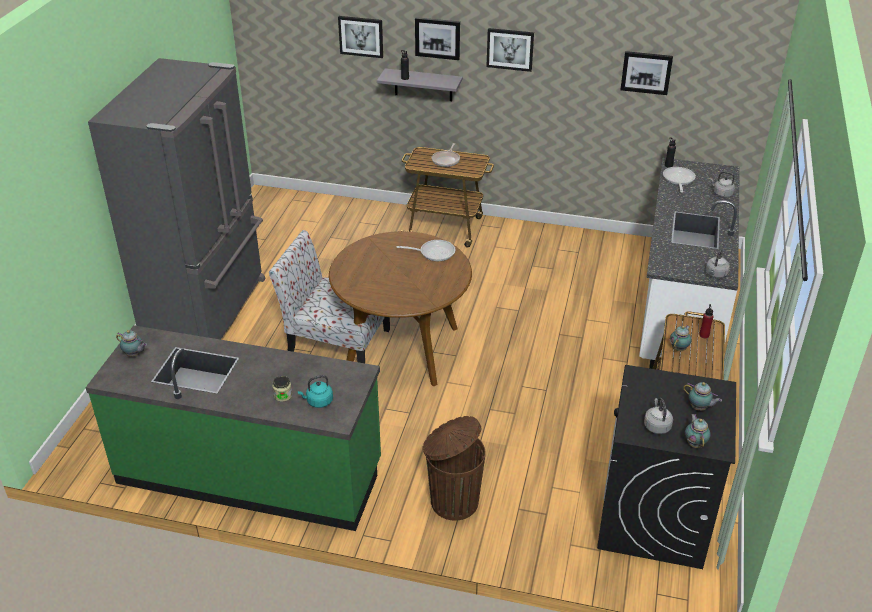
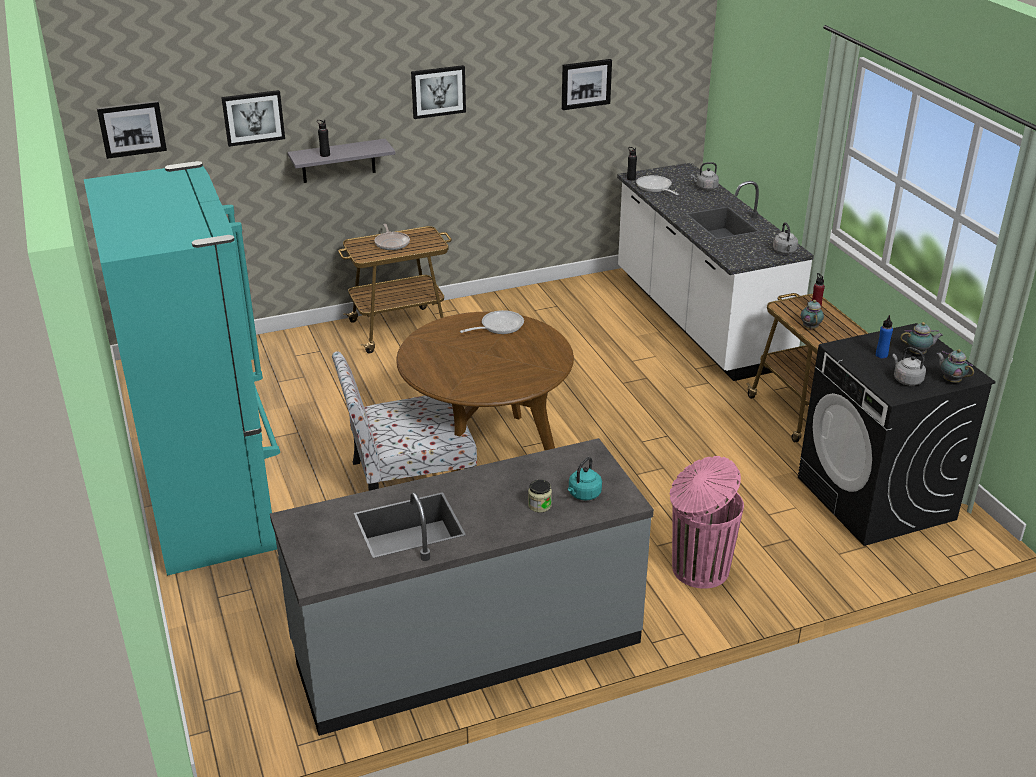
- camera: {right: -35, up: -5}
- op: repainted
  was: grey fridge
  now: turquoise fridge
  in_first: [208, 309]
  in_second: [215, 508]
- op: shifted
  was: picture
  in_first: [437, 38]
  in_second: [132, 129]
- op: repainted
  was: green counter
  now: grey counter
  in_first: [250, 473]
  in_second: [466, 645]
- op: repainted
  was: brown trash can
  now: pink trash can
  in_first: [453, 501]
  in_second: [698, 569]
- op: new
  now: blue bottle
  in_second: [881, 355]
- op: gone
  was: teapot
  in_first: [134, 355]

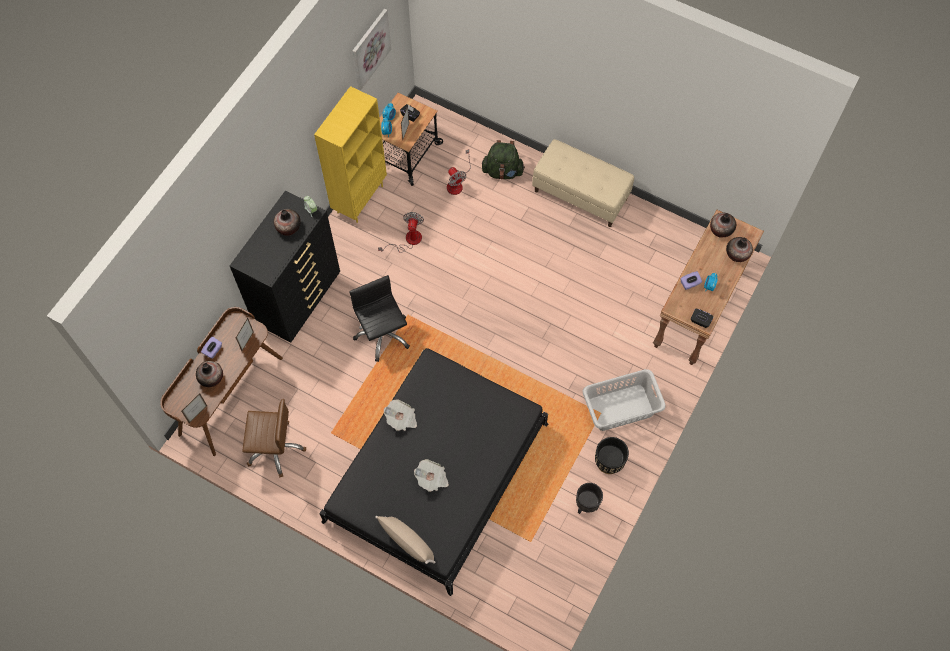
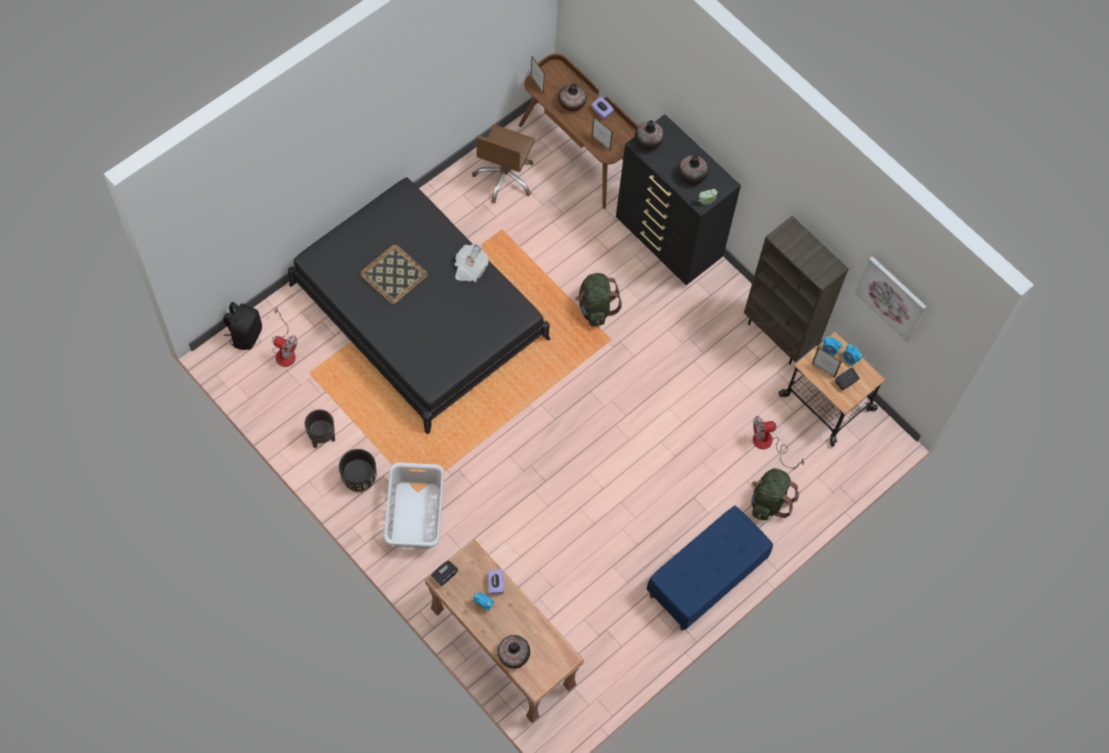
- camera: {right: 105, up: 0}
- op: new
  now: black backpack
  in_second: [245, 335]
- op: shifted
  was: fan
  in_first: [408, 240]
  in_second: [284, 350]
- op: swapped
  was: newspaper
  now: tray
  in_first: [432, 479]
  in_second: [394, 275]
- op: swapped
  was: black office chair
  now: green backpack
  in_first: [382, 335]
  in_second: [595, 308]
- op: shifted
  was: vase
  in_first: [721, 230]
  in_second: [648, 142]
- op: repainted
  was: beige bench
  now: blue bench
  in_first: [581, 195]
  in_second: [706, 579]
- op: repainted
  was: yellow bookcase
  now: brown bookcase
  in_first: [359, 198]
  in_second: [779, 335]
- op: gone
  was: beige pillow
  in_first: [407, 542]

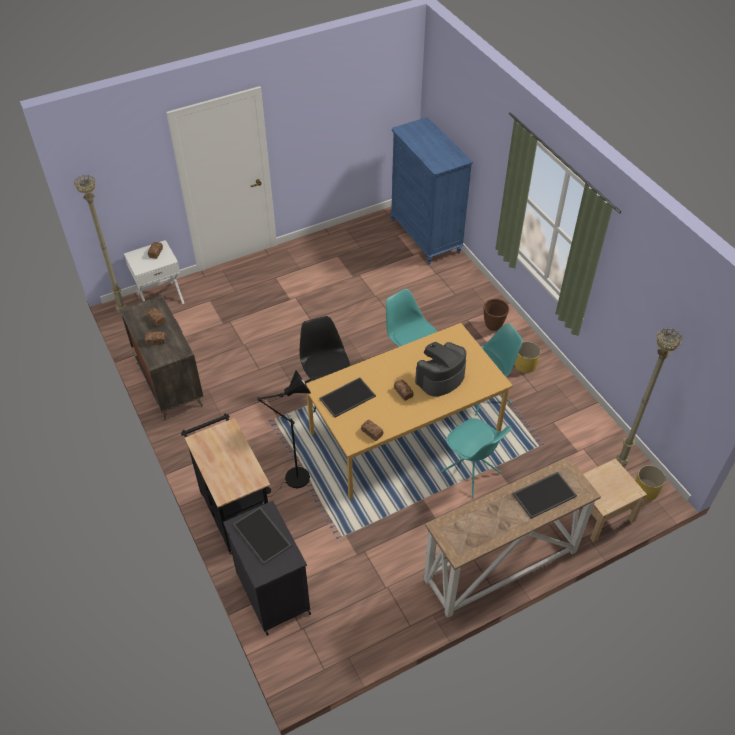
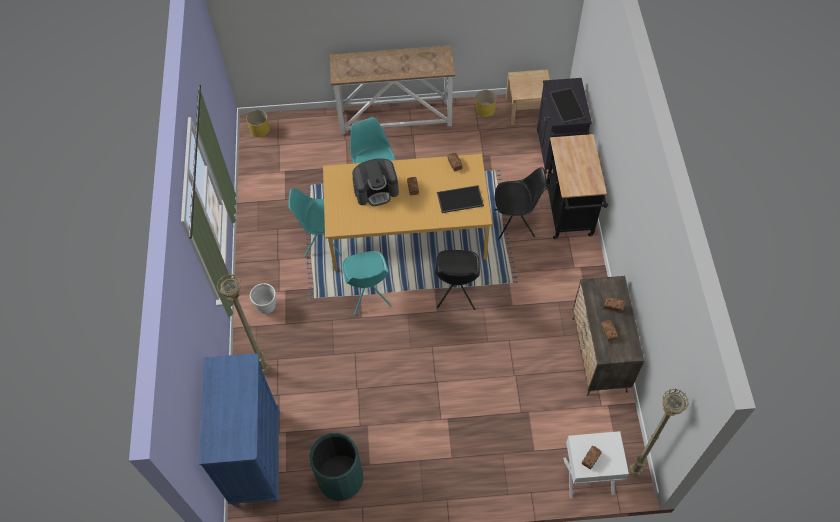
- camera: {right: -155, up: 10}
- op: shifted
  was: beige floor lamp
  in_first: [621, 462]
  in_second: [263, 370]
- op: repainted
  was: brown planter
  now: white planter
  in_first: [493, 326]
  in_second: [267, 307]
- op: new
  now: green trash can
  in_second: [341, 479]
- op: shifted
  was: yellow planter
  in_first: [525, 364]
  in_second: [485, 109]
- op: swapped
  was: black floor lamp
  now: black chair
  in_first: [293, 480]
  in_second: [515, 223]
- op: shifted
  was: beige nightstand
  in_first: [599, 513]
  in_second: [527, 109]
- op: gone
  was: tray
  in_first: [544, 494]

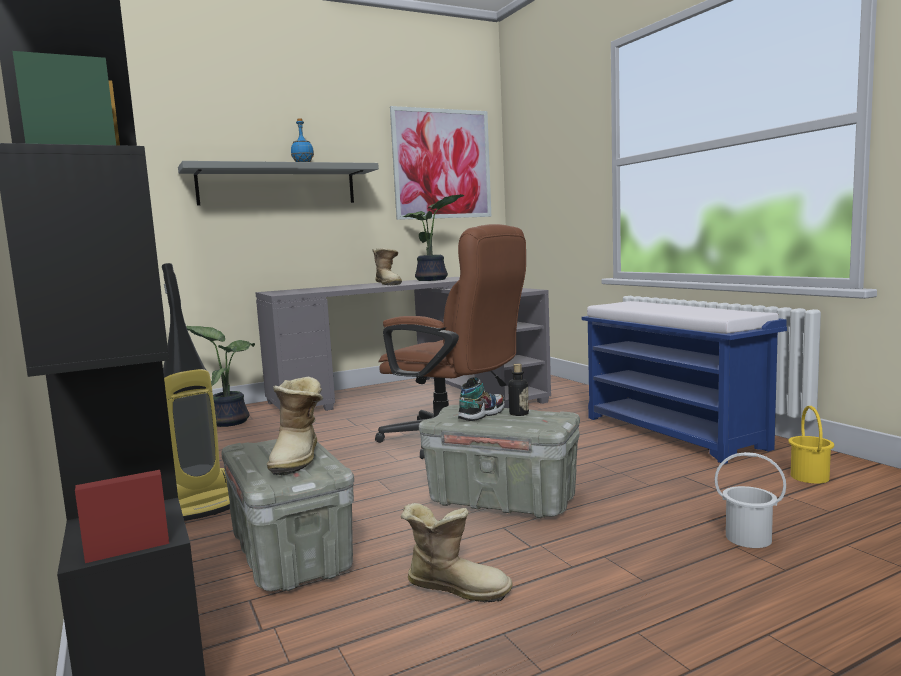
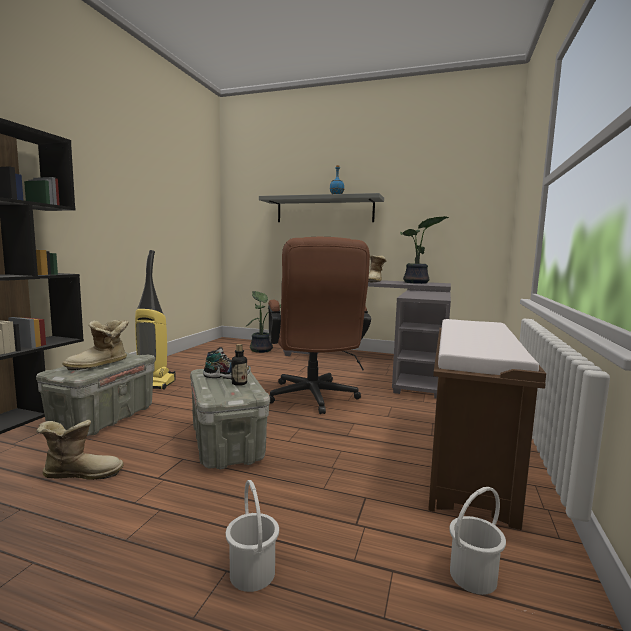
- camera: {right: 45, up: 0}
- op: rotated
  was: boot
  in_first: [456, 587]
  in_second: [82, 473]
  clockwise: -75
- op: repainted
  was: blue bench
  now: brown bench
  in_first: [674, 432]
  in_second: [469, 463]
- op: repainted
  was: yellow bucket
  now: white bucket
  in_first: [810, 477]
  in_second: [474, 576]
- op: gone
  was: picture
  in_first: [442, 164]

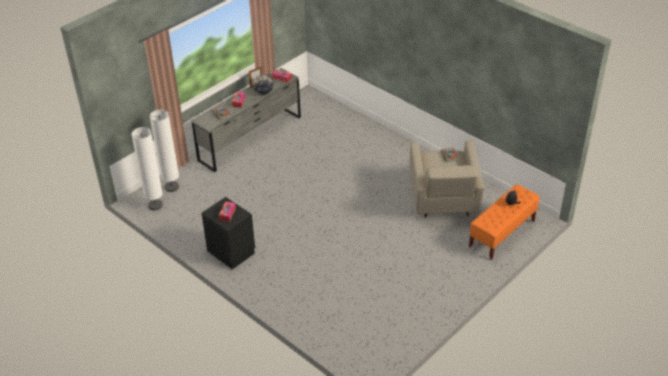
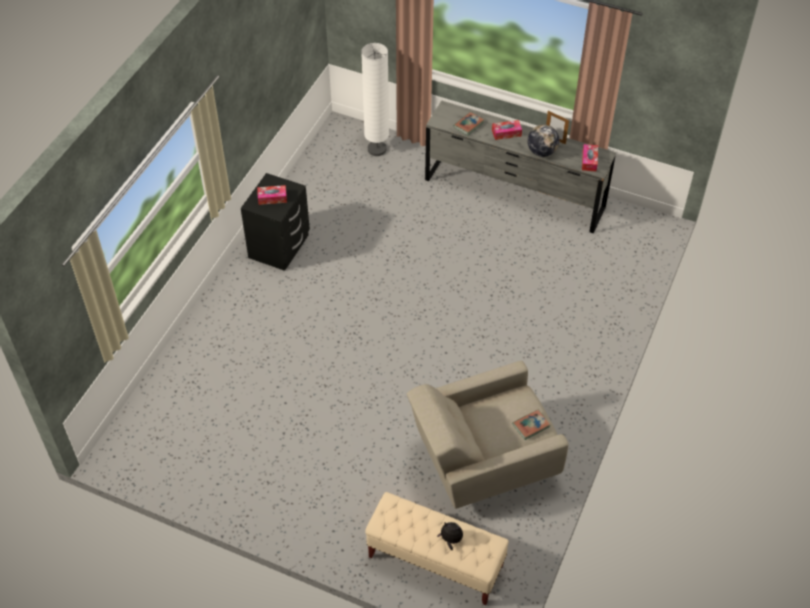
- camera: {right: 70, up: 10}
- op: repainted
  was: orange bench
  now: beige bench
  in_first: [502, 234]
  in_second: [435, 561]
- op: gone
  was: white floor lamp
  in_first: [155, 205]

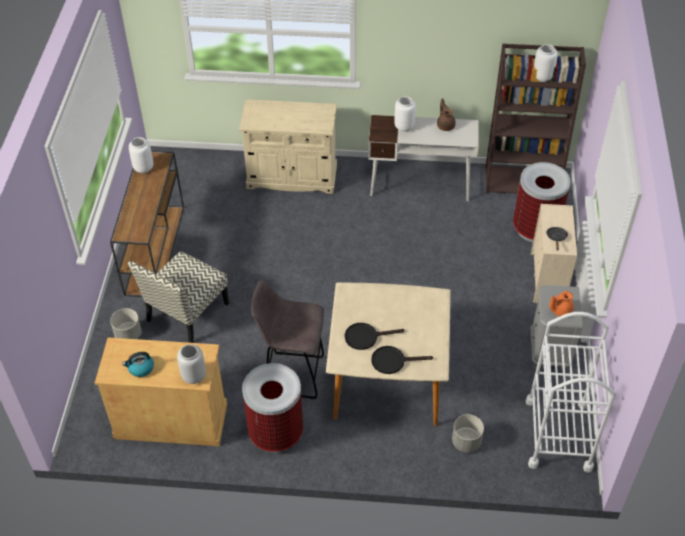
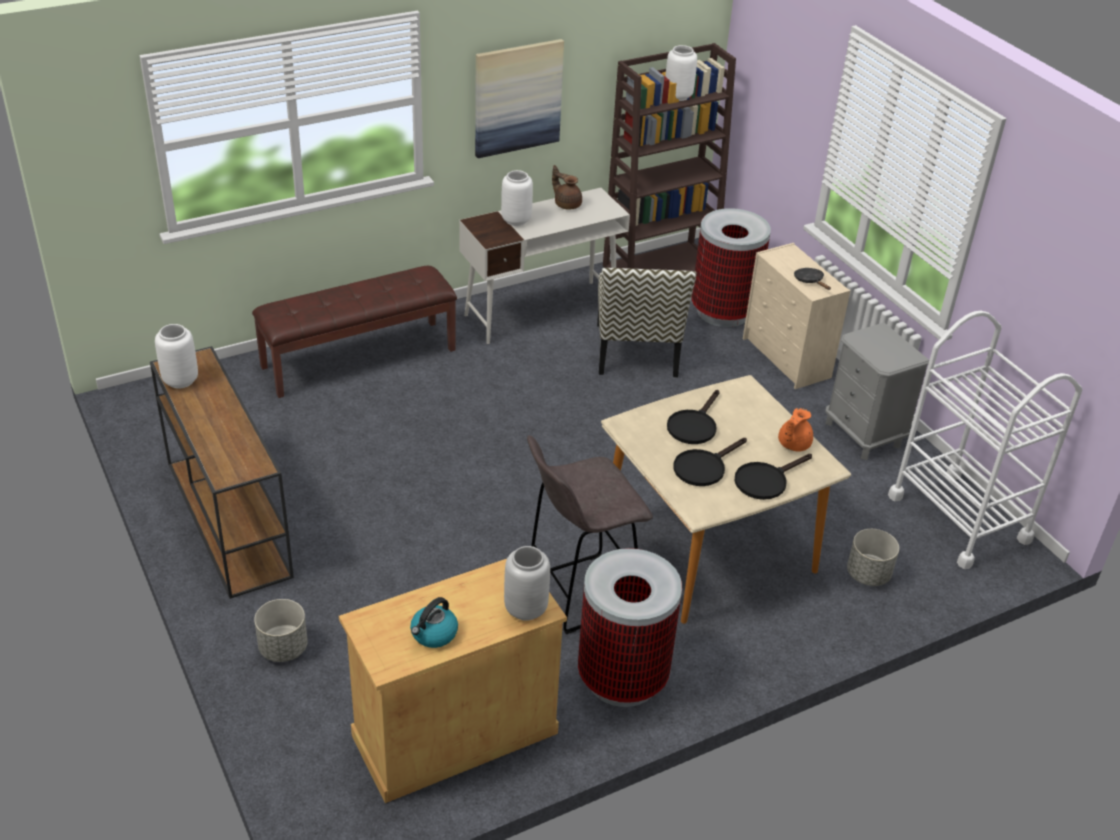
- camera: {right: -35, up: -10}
- op: swapped
  was: beige cabinet
  now: brown bench
  in_first: [292, 177]
  in_second: [359, 357]
- op: new
  now: picture
  in_second: [517, 98]
- op: shifted
  was: chair
  in_first: [187, 313]
  in_second: [637, 351]
- op: new
  now: black frying pan
  in_second: [694, 425]
- op: shifted
  was: orange teapot
  in_first: [560, 310]
  in_second: [792, 444]

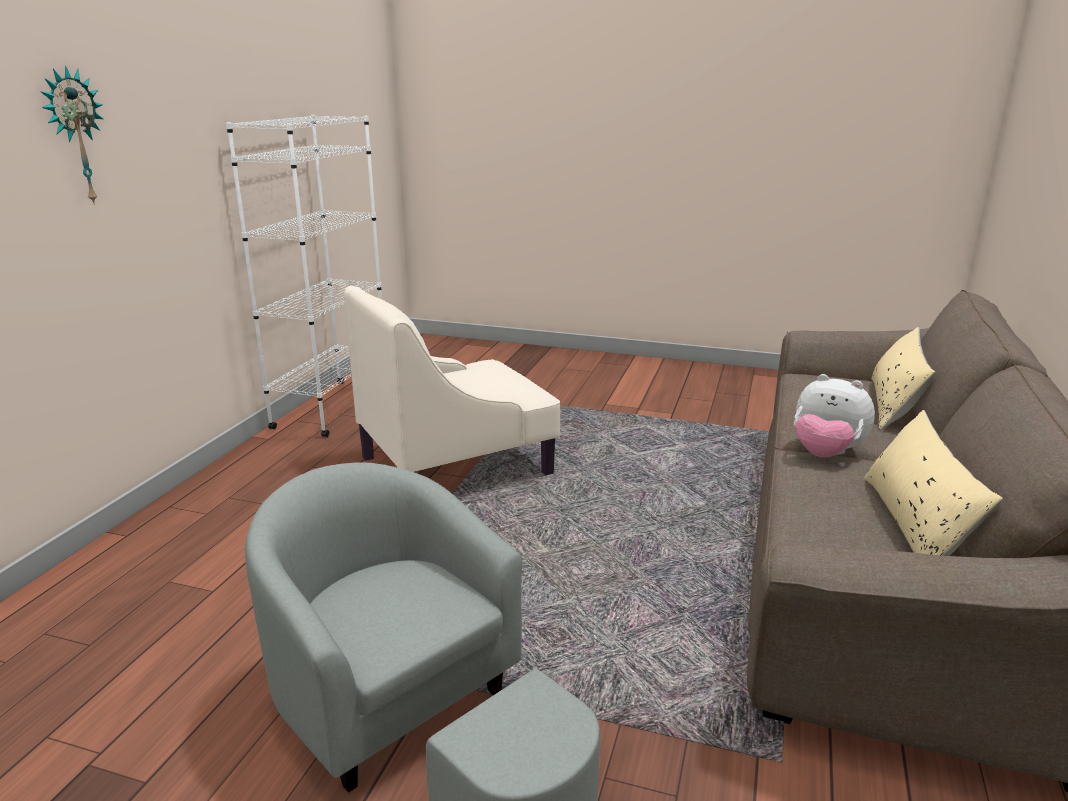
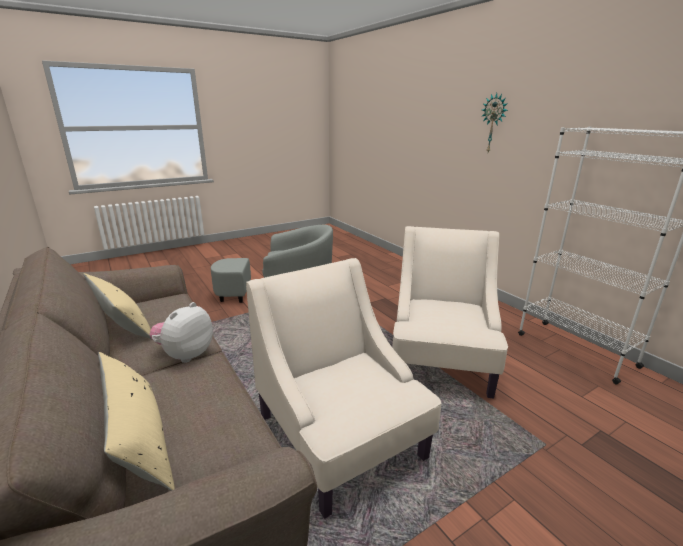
- camera: {right: 130, up: 0}
- op: rotated
  was: plush toy
  in_first: [825, 454]
  in_second: [185, 354]
  clockwise: -45
- op: new
  now: beige armchair
  in_second: [340, 437]

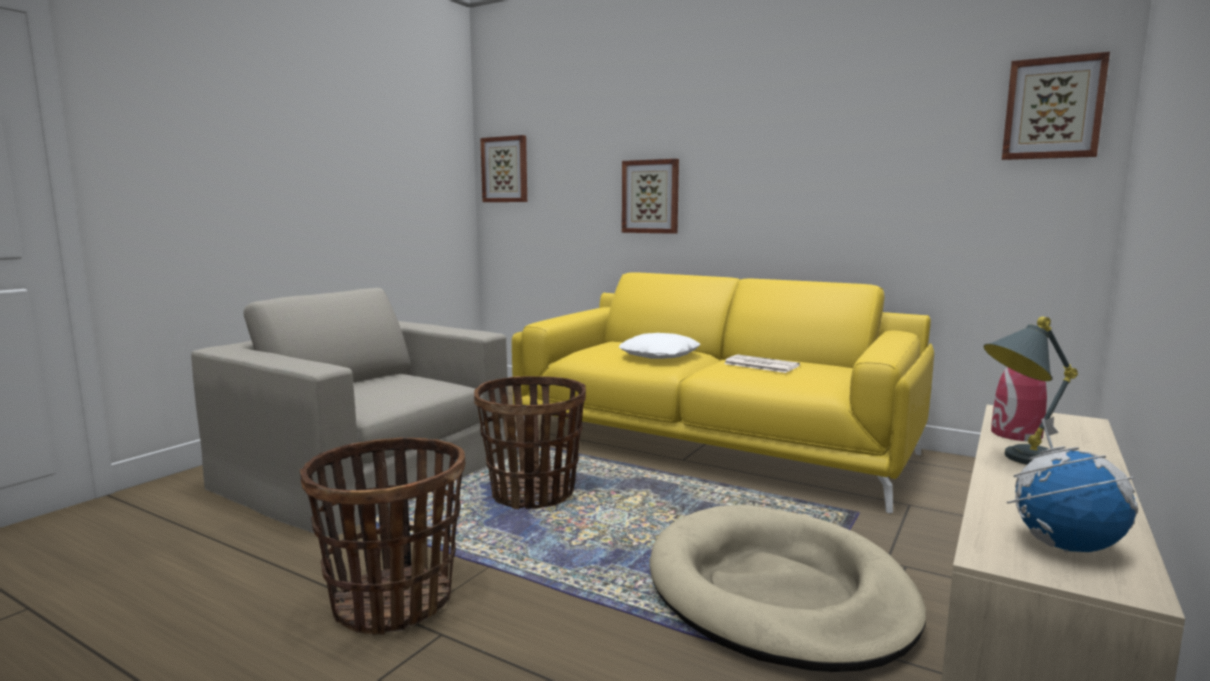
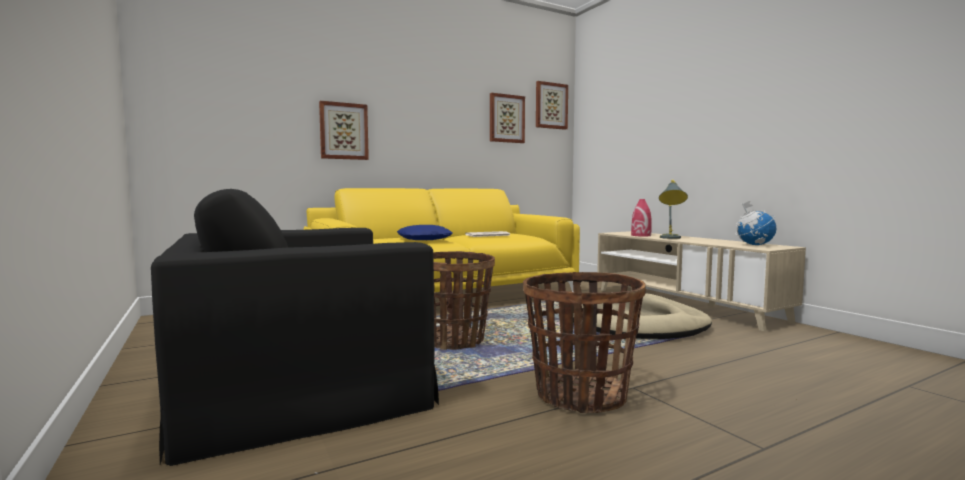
- camera: {right: -60, up: -5}
- op: repainted
  was: beige armchair
  now: black armchair
  in_first: [367, 470]
  in_second: [298, 380]
- op: repainted
  was: white pillow
  now: blue pillow
  in_first: [660, 355]
  in_second: [424, 239]
- op: shifted
  was: picture
  in_first: [505, 169]
  in_second: [506, 118]

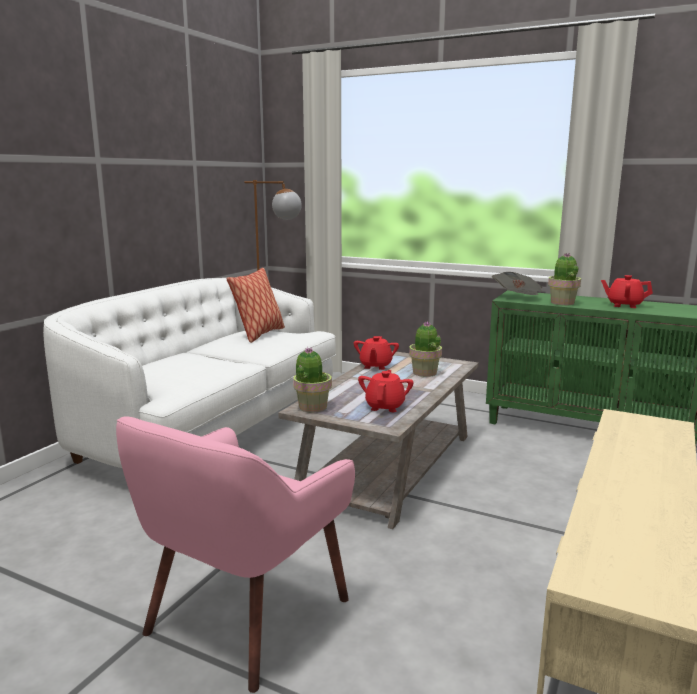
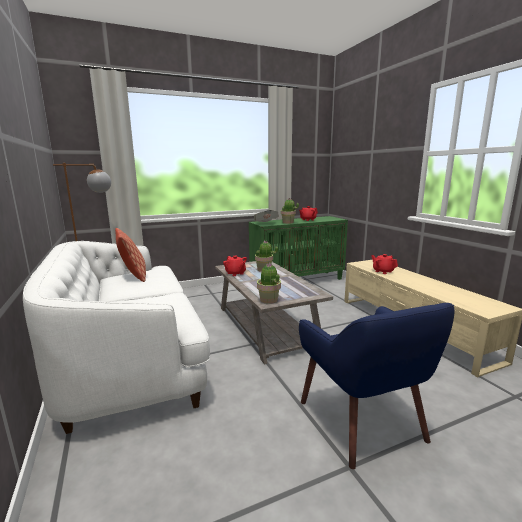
- camera: {right: -50, up: 0}
- op: repainted
  was: pink armchair
  now: blue armchair
  in_first: [245, 616]
  in_second: [363, 421]
- op: shifted
  was: red teapot
  in_first: [385, 406]
  in_second: [383, 271]

